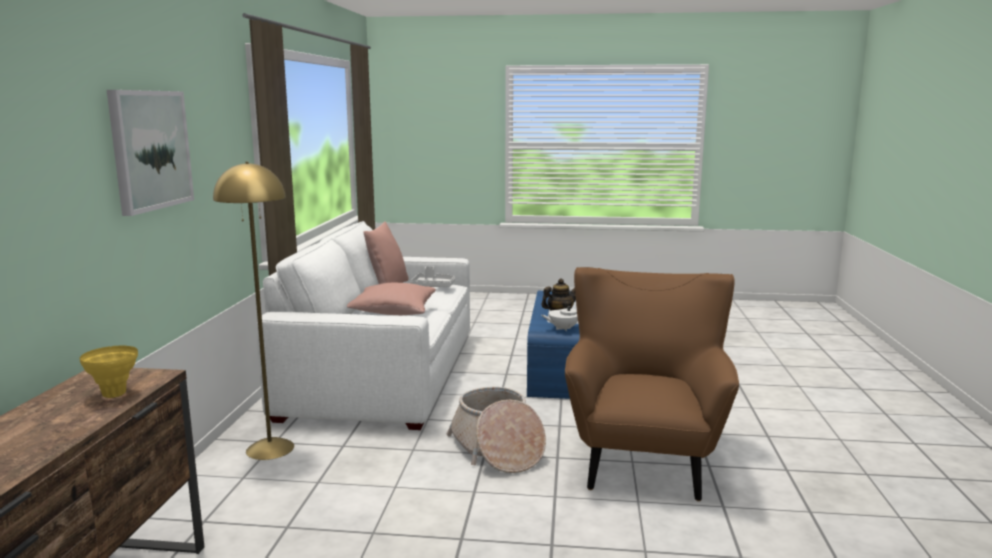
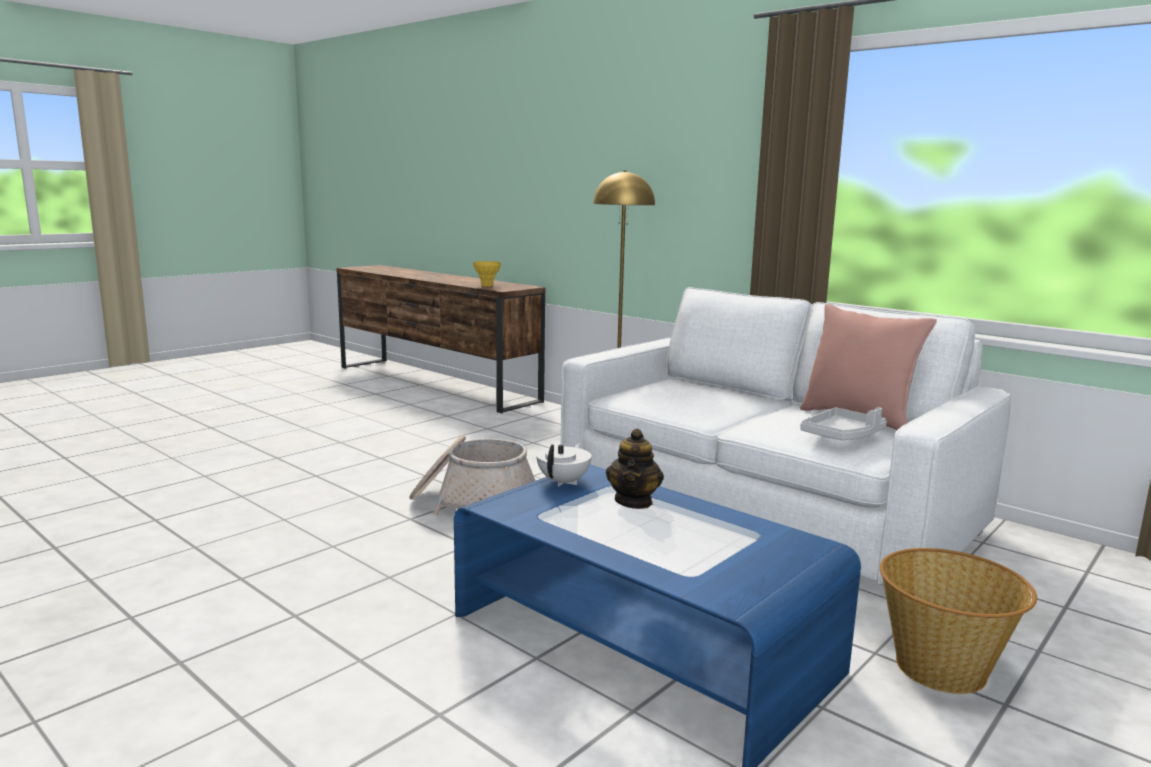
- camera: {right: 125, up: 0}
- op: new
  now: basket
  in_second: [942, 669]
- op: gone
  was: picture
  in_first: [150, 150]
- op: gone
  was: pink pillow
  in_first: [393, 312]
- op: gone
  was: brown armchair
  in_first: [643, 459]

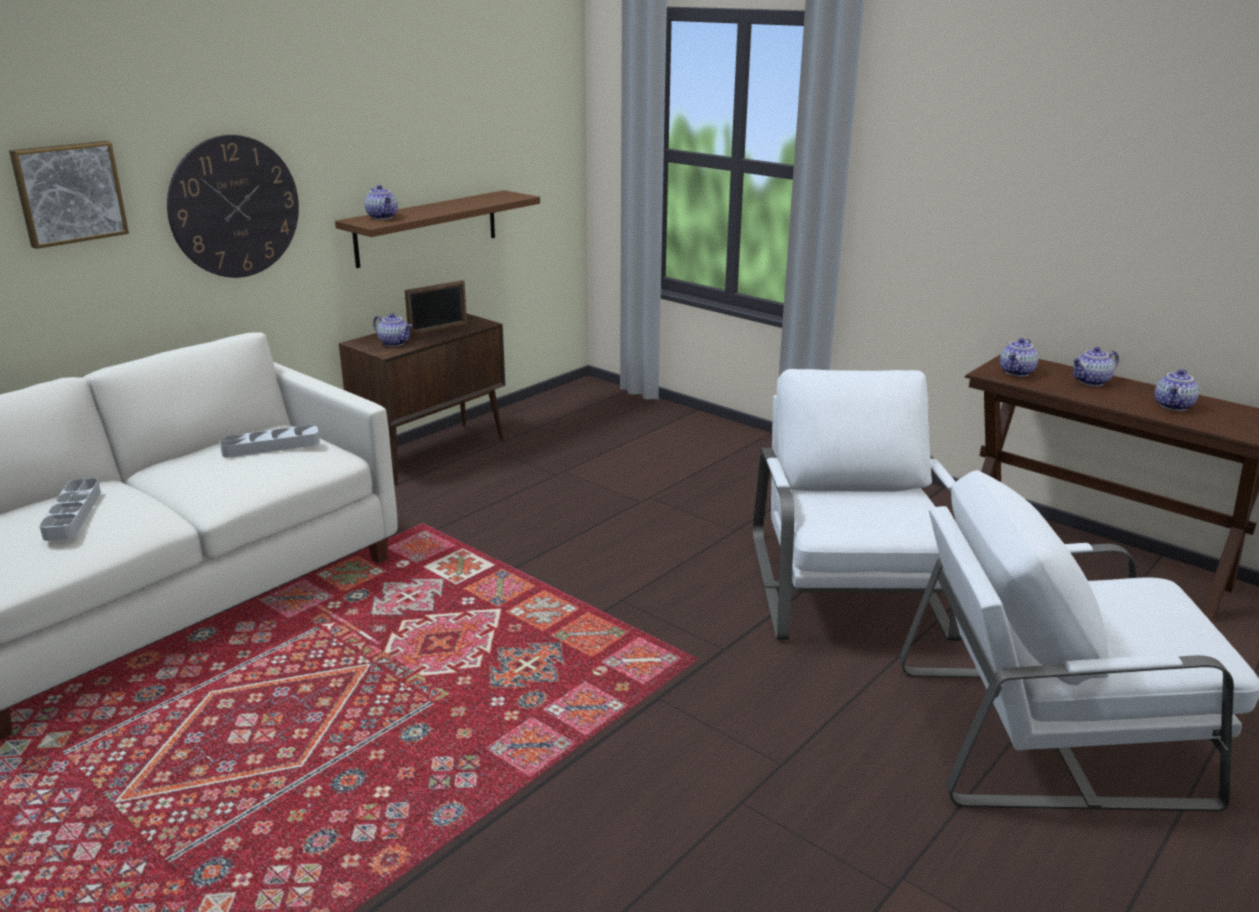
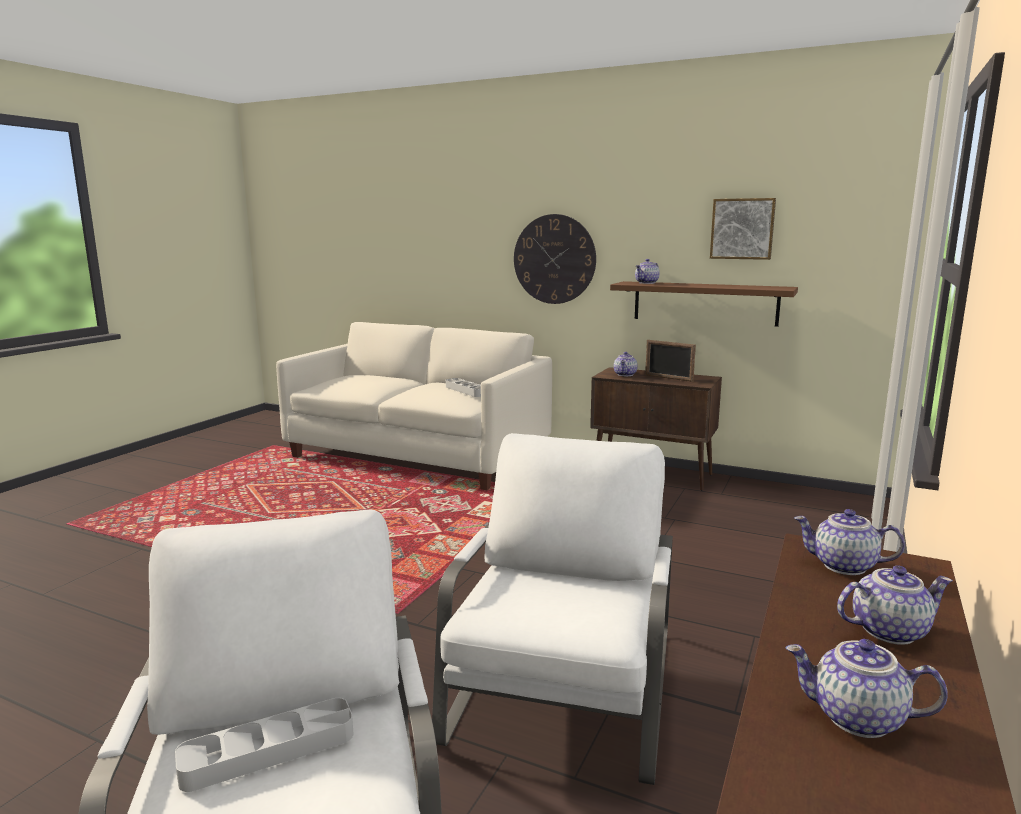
- camera: {right: 75, up: -10}
- op: shifted
  was: grey tray
  in_first: [73, 514]
  in_second: [268, 751]
- op: rotated
  was: white armchair
  in_first: [848, 586]
  in_second: [563, 687]
  clockwise: -60
- op: shifted
  was: picture
  in_first: [69, 193]
  in_second: [742, 229]
- op: rotated
  was: teapot
  in_first: [1091, 382]
  in_second: [888, 630]
  clockwise: 120

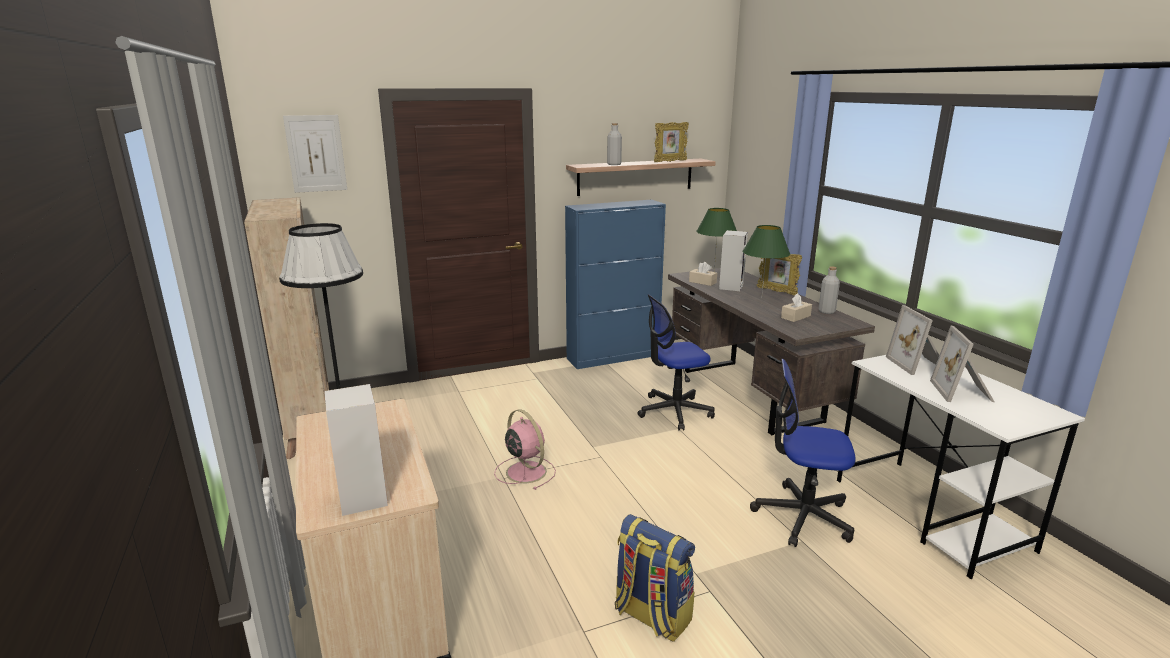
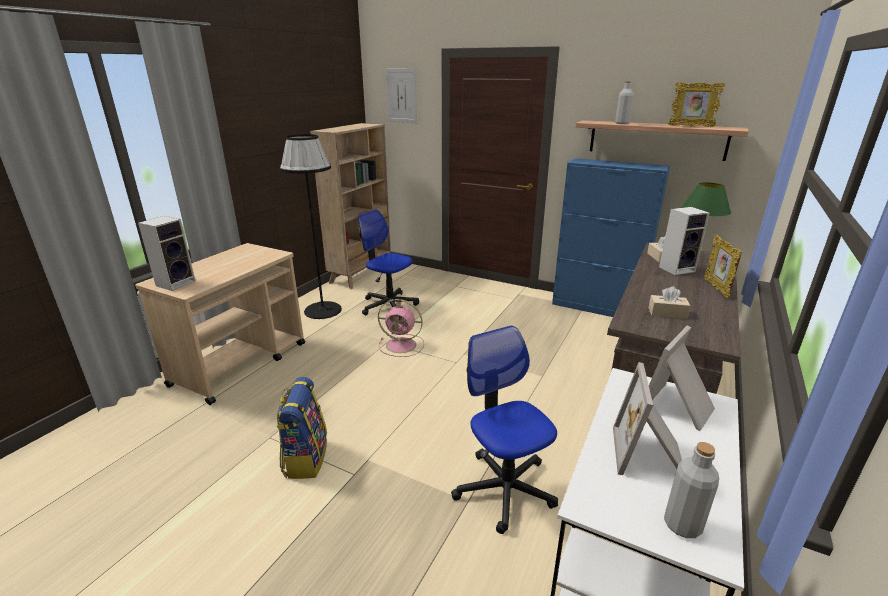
- camera: {right: 50, up: 5}
- op: shifted
  was: office chair
  in_first: [674, 411]
  in_second: [389, 305]
- op: rotated
  was: pink fan
  in_first: [525, 471]
  in_second: [402, 345]
  clockwise: 90
- op: rotated
  was: picture frame
  in_first: [963, 392]
  in_second: [649, 455]
  clockwise: -45
- op: shifted
  was: grey bottle
  in_first: [826, 311]
  in_second: [682, 525]
- op: gone
  was: green table lamp
  in_first: [761, 298]

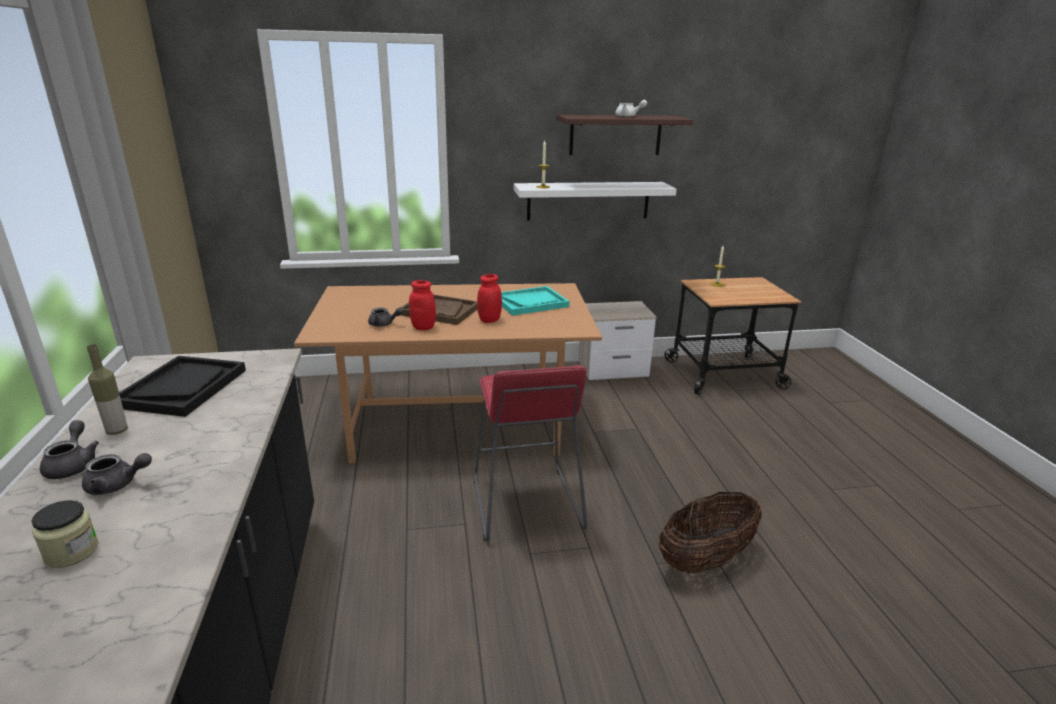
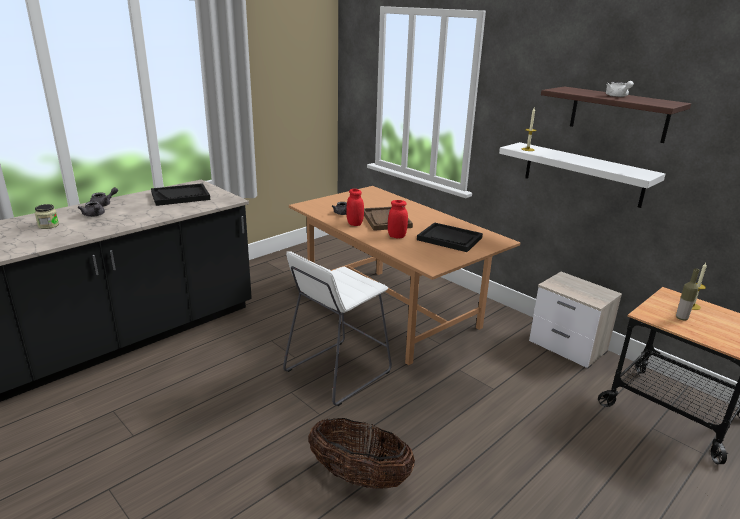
- camera: {right: 55, up: 0}
- op: repainted
  was: red stool
  now: white stool
  in_first: [526, 504]
  in_second: [337, 372]
- op: repainted
  was: turquoise tray
  now: black tray
  in_first: [530, 302]
  in_second: [449, 239]
- op: shifted
  was: bottle
  in_first: [117, 430]
  in_second: [681, 318]

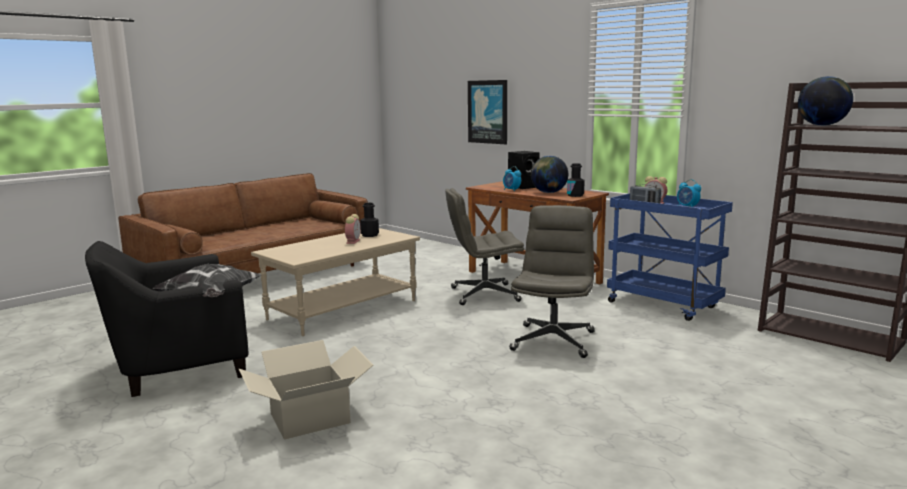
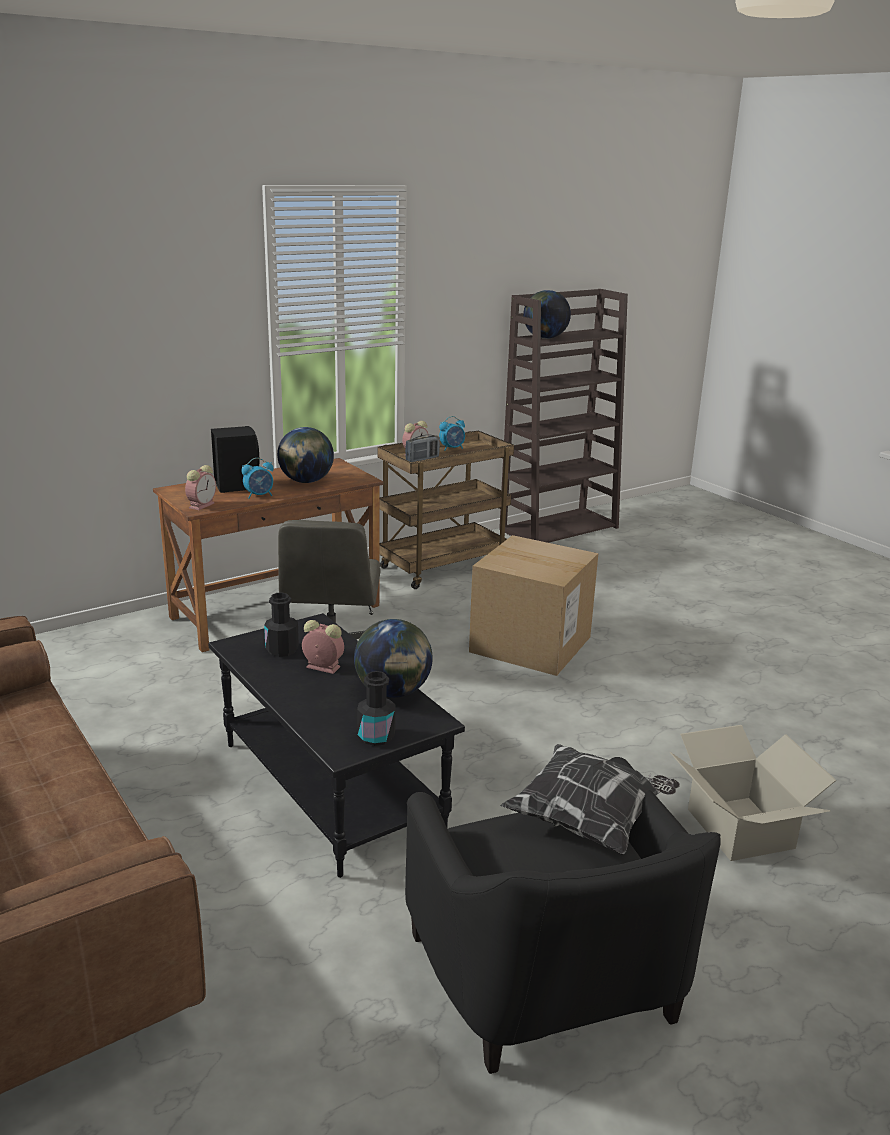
- camera: {right: -80, up: 10}
- op: new
  now: alarm clock
  in_second: [202, 505]
- op: repainted
  was: beige coffee table
  now: black coffee table
  in_first: [342, 309]
  in_second: [328, 787]
- op: new
  now: globe
  in_second: [393, 692]
- op: shifted
  was: black bottle
  in_first: [575, 195]
  in_second: [376, 736]
- op: repainted
  was: blue cart
  now: brown cart
  in_first: [664, 305]
  in_second: [442, 566]
- op: swapped
  was: grey office chair
  now: cardboard box
  in_first: [553, 340]
  in_second: [530, 644]
- op: gone
  was: picture
  in_first: [488, 112]

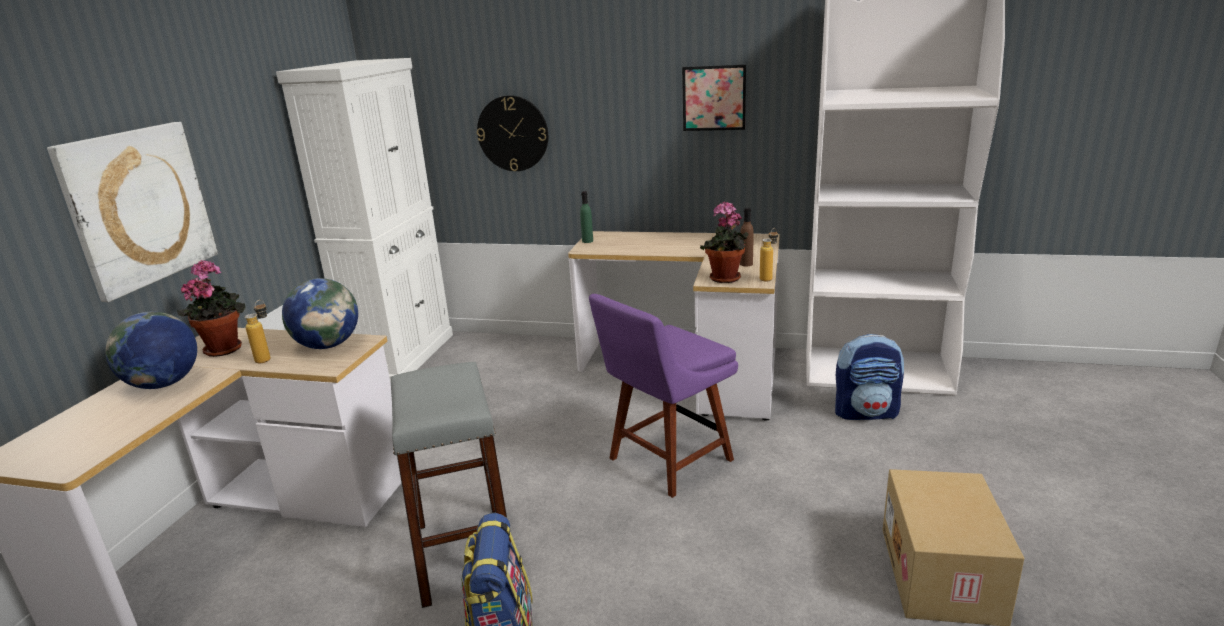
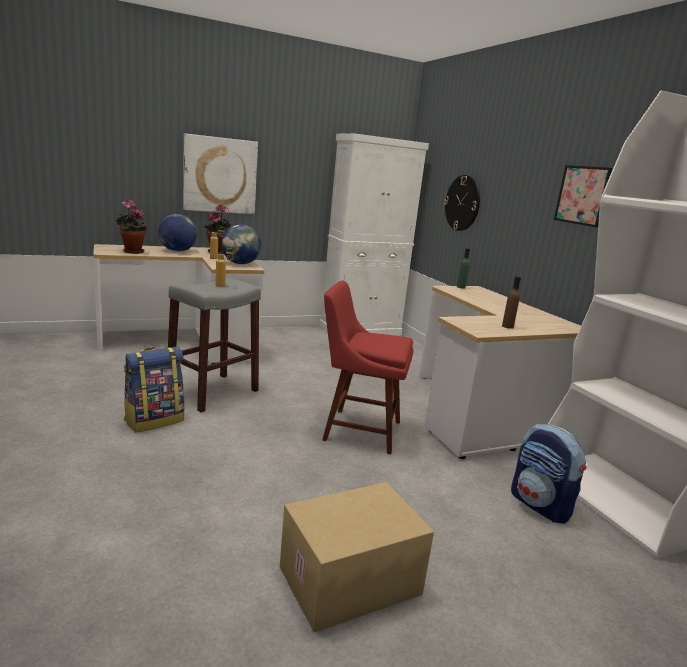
- camera: {right: 50, up: -5}
- op: shifted
  was: potted plant
  in_first: [725, 279]
  in_second: [131, 252]
- op: shifted
  was: bottle
  in_first: [768, 278]
  in_second: [224, 286]
- op: repainted
  was: purple chair
  now: red chair
  in_first: [666, 462]
  in_second: [357, 429]

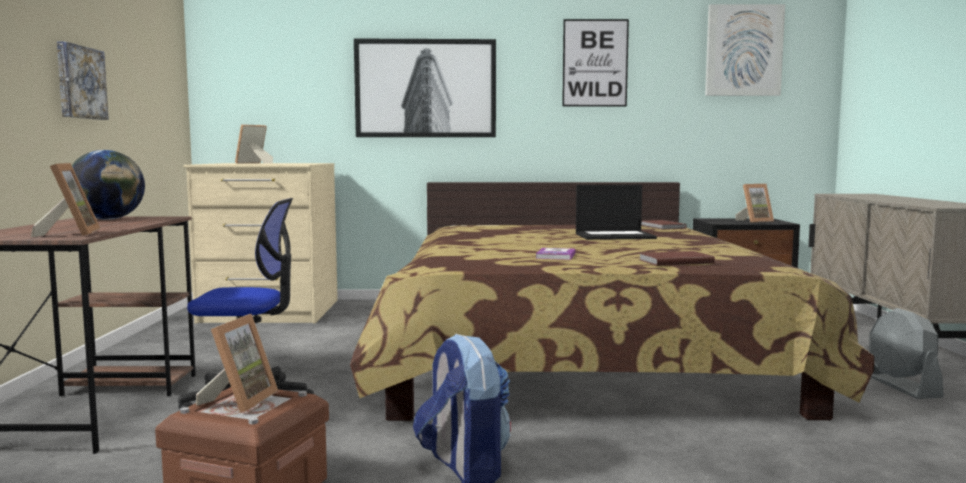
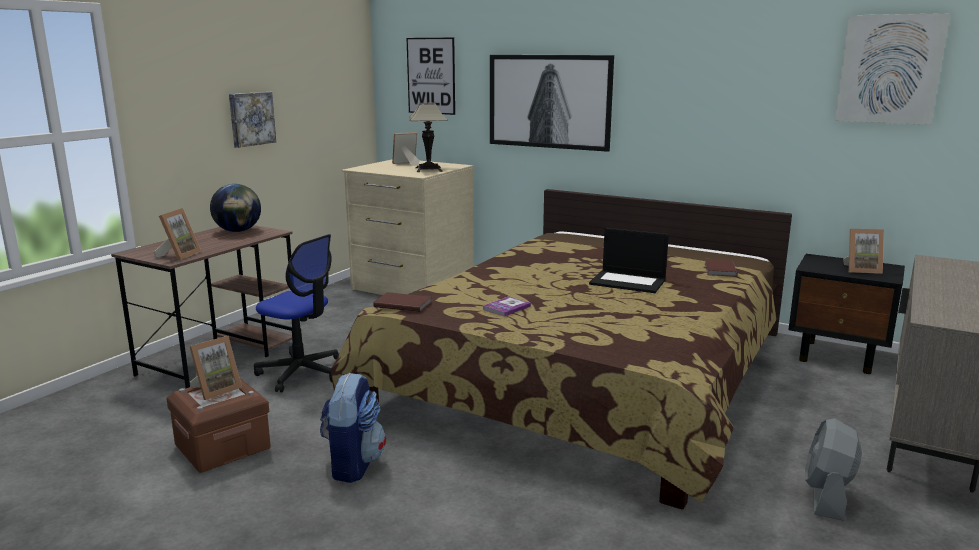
- camera: {right: 30, up: 10}
- op: shifted
  was: brown book
  in_first: [674, 261]
  in_second: [402, 304]
- op: shifted
  was: picture
  in_first: [595, 63]
  in_second: [431, 76]
- op: new
  now: table lamp
  in_second: [429, 169]

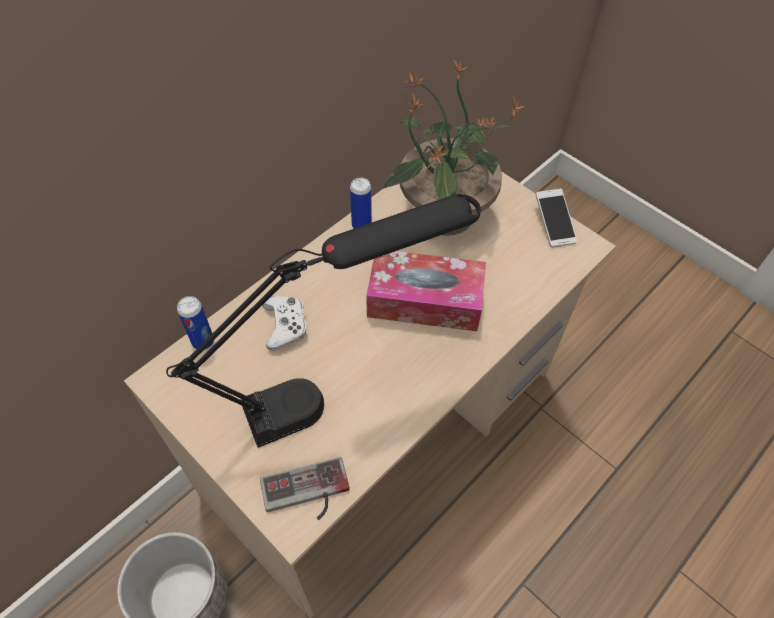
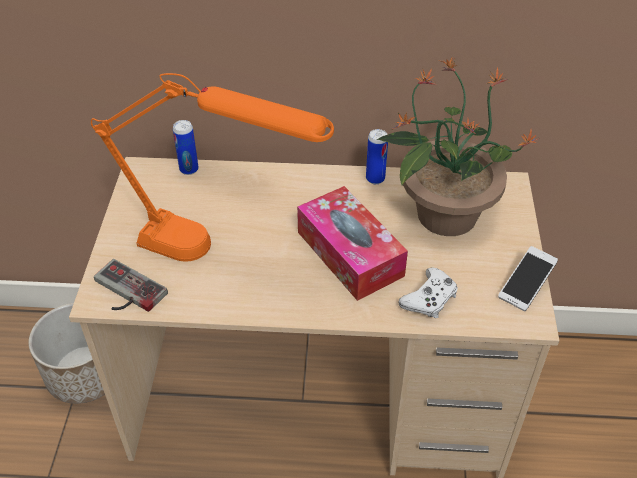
- camera: {right: 50, up: -10}
- op: repainted
  was: black table lamp
  now: orange table lamp
  in_first: [334, 391]
  in_second: [218, 255]
- op: shifted
  was: white game controller
  in_first: [285, 325]
  in_second: [429, 299]

